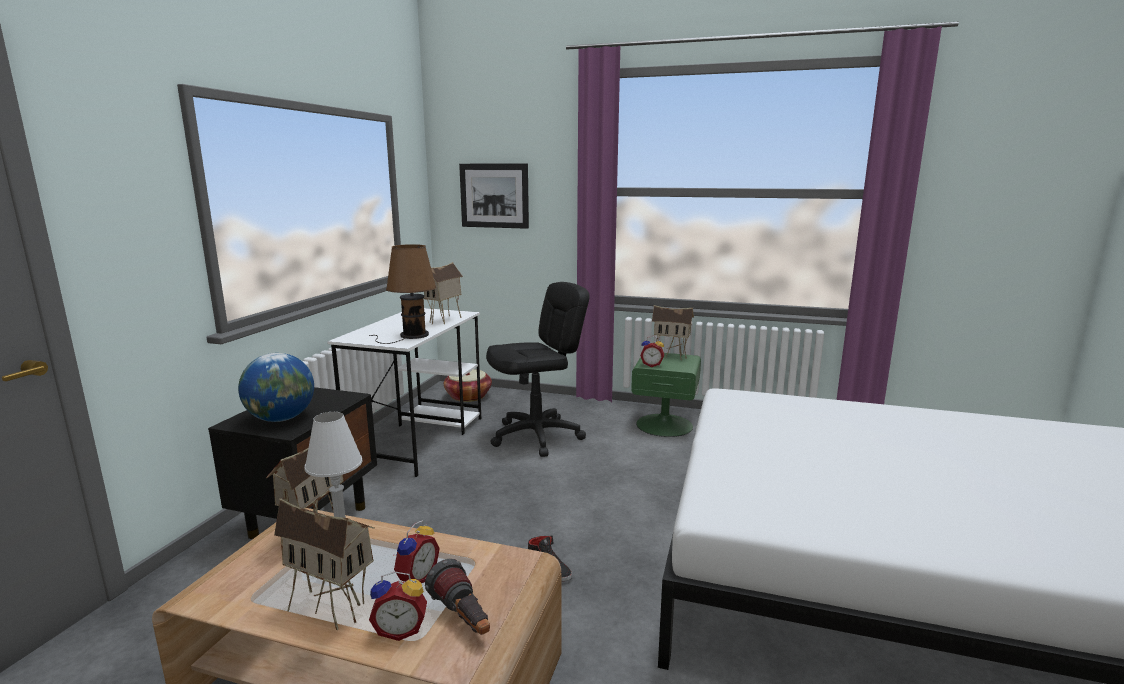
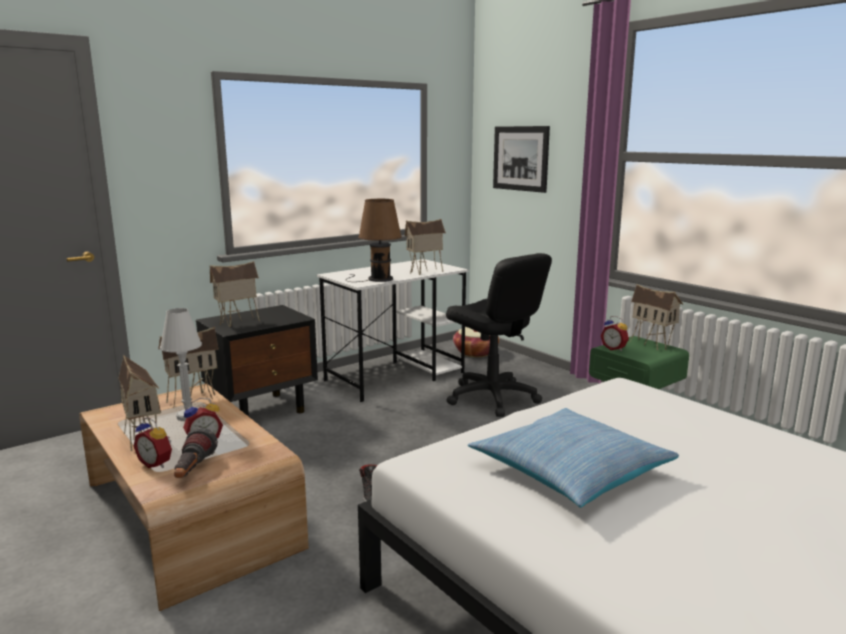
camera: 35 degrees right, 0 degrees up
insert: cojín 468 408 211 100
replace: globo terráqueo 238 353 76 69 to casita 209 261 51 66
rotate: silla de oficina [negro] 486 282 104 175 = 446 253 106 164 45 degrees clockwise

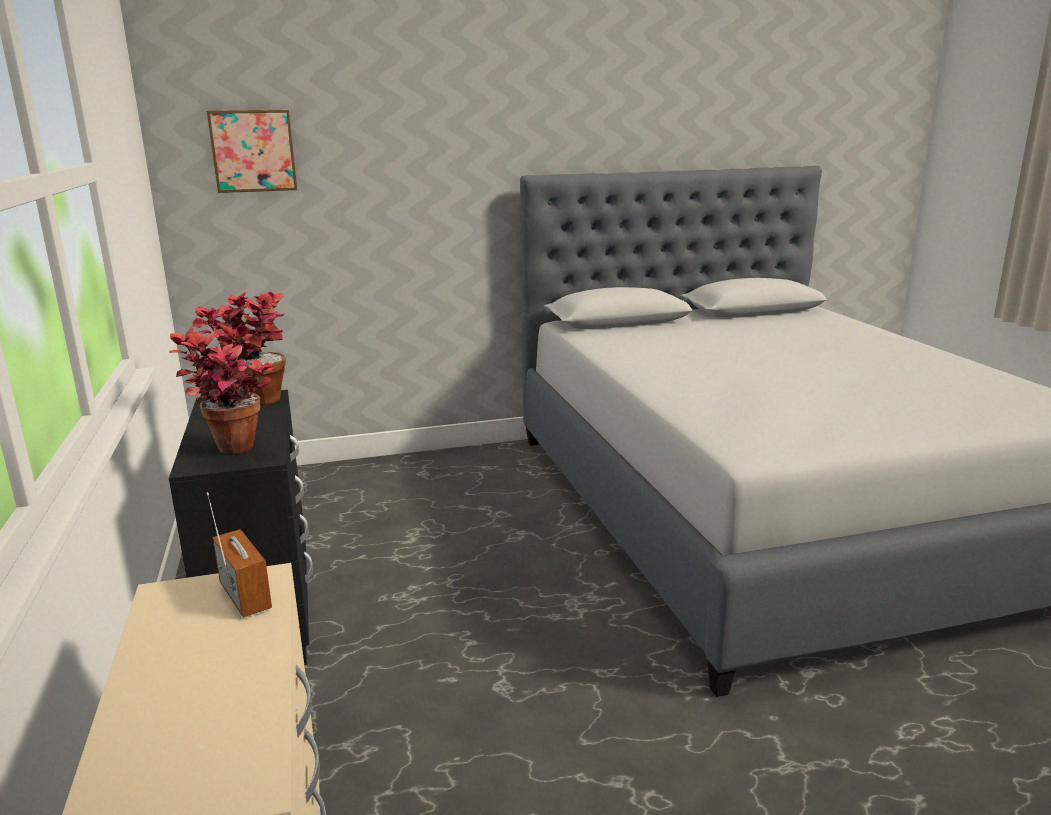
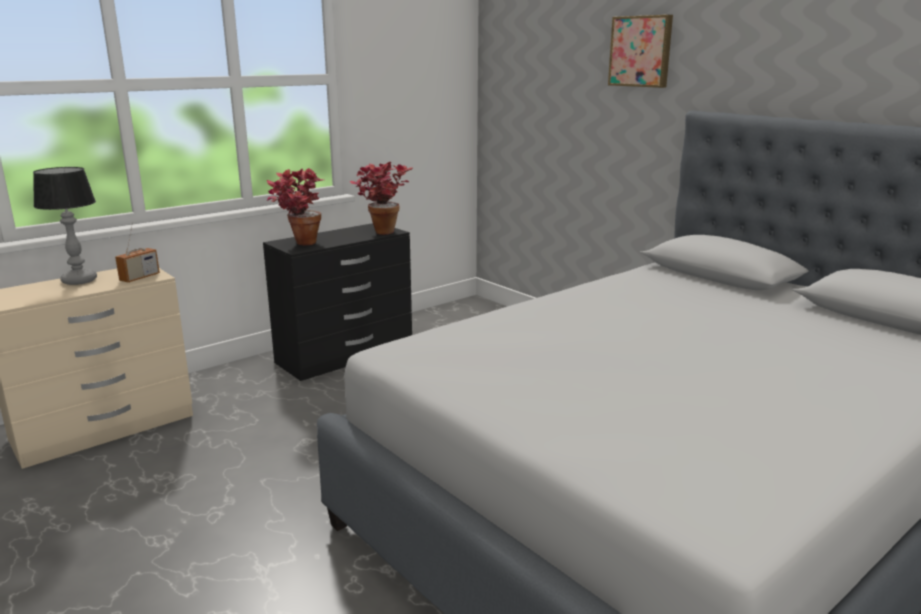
camera: 65 degrees right, 0 degrees up
insert: lámpara de mesa 33 167 64 118
move: cuadro 207 110 90 83 to 608 15 65 73

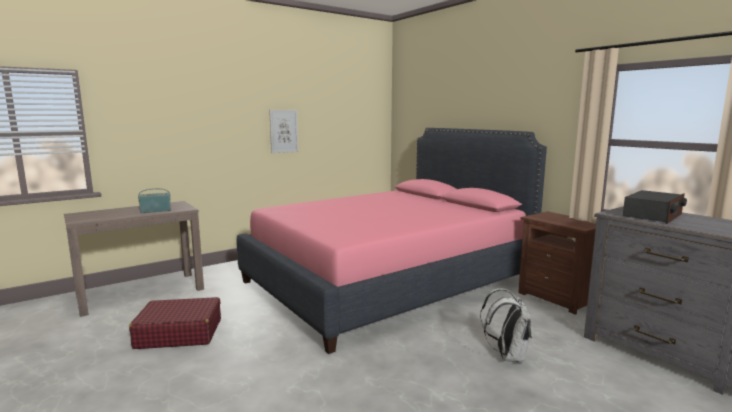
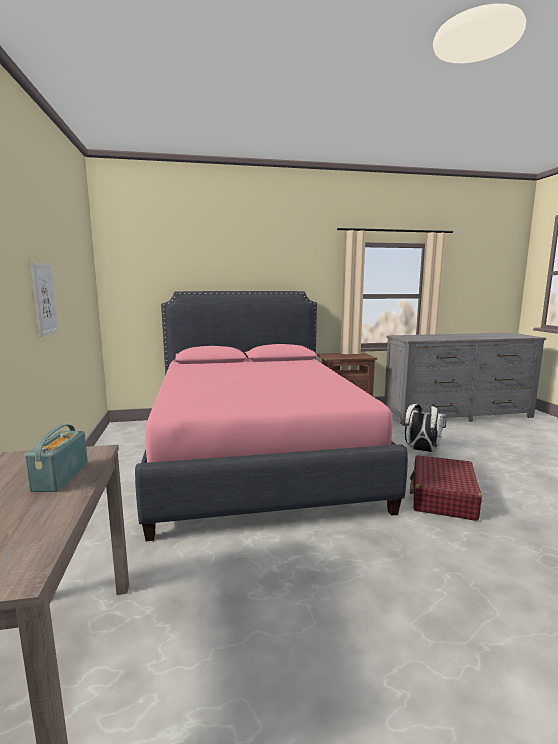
camera: 65 degrees left, 0 degrees up
delete: radio 623 190 64 34
move: maleta [rojo] 129 297 92 52 to 410 455 72 66

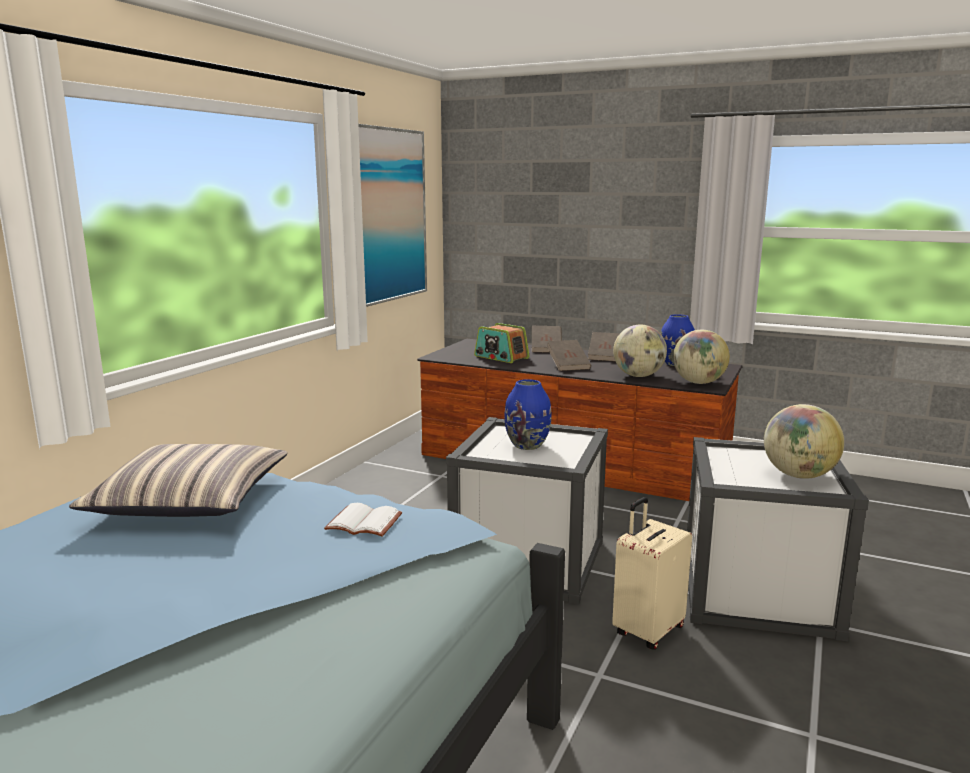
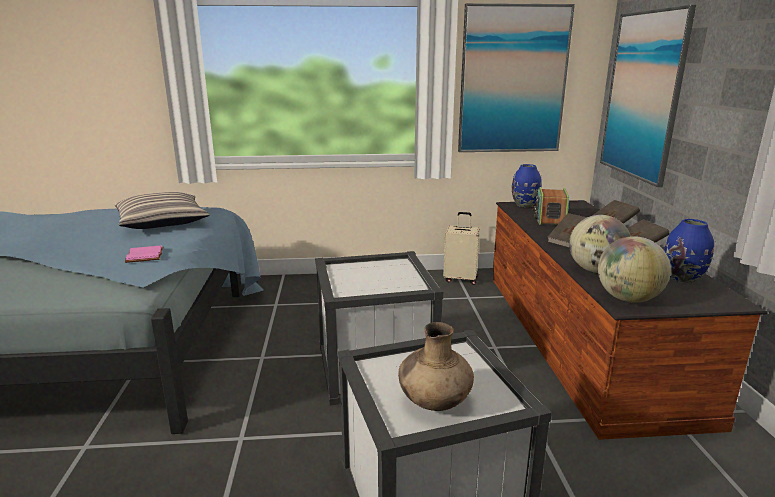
camera: 60 degrees right, 5 degrees up
insert: cuadro 600 5 96 182
move: maleta [beis] 612 497 80 153 to 443 212 37 73; florero [azul] 504 379 48 71 to 512 164 30 43
replace: globo terráqueo 764 404 80 75 to florero [marrón] 398 322 76 89
recolor: libro [blanco] 324 503 78 33 to libro [rosa] 125 245 39 18

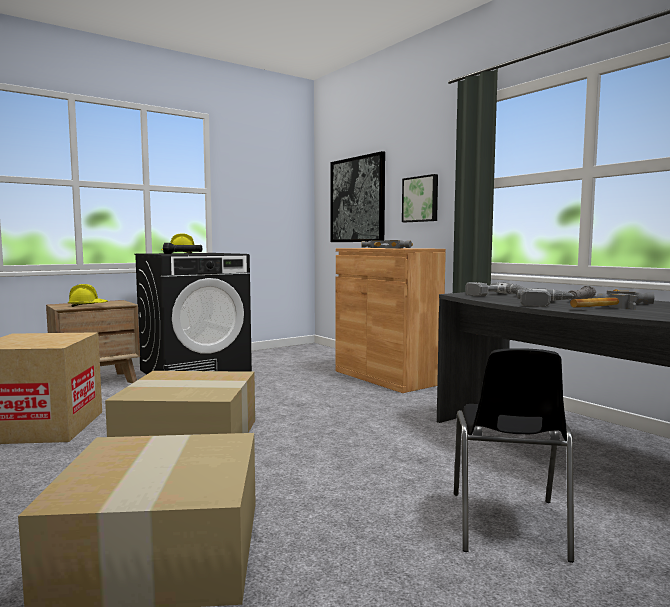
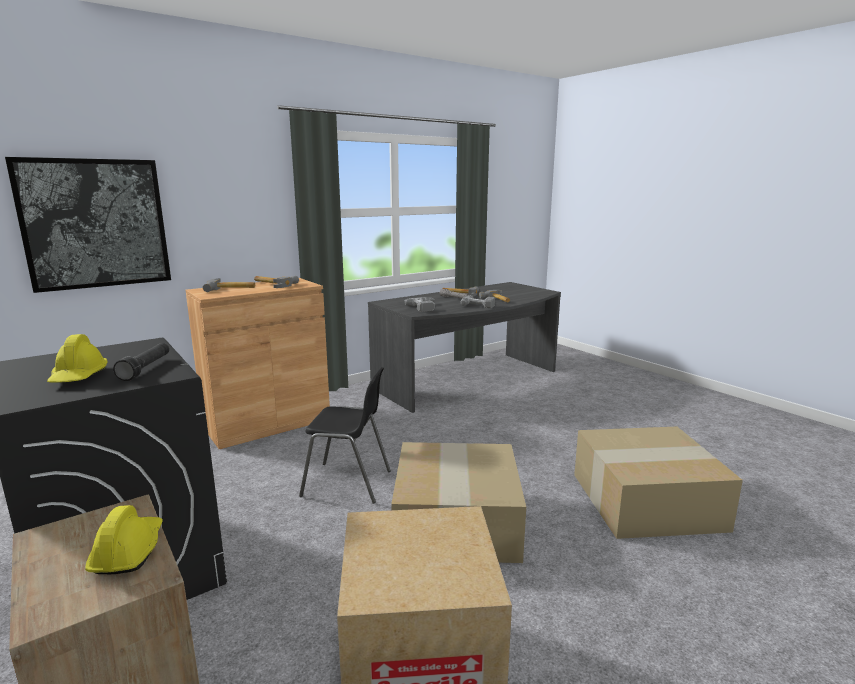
camera: 90 degrees left, 10 degrees up
delete: cuadro 402 174 36 48
move: silla [negro] 454 348 120 215 to 299 367 92 137

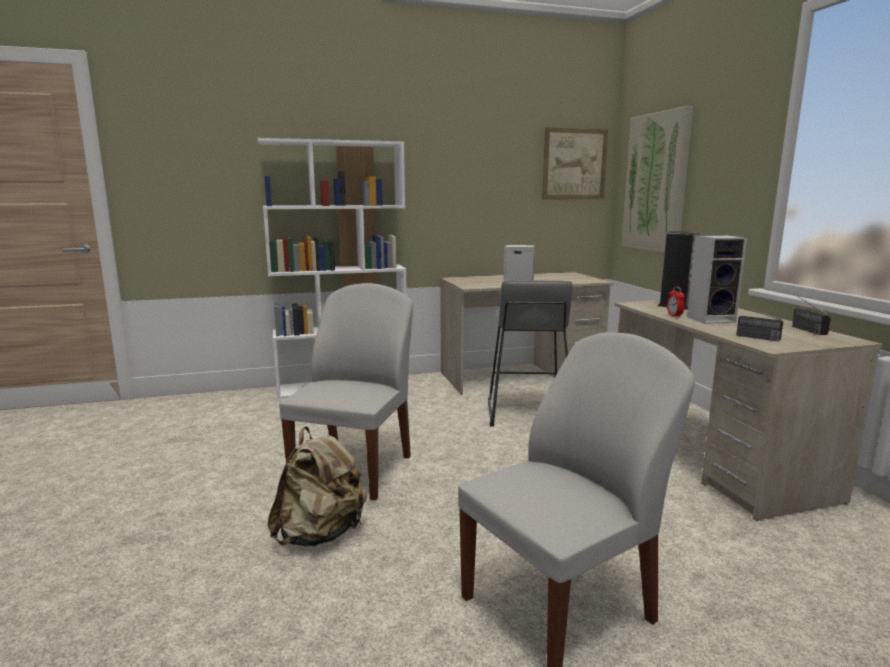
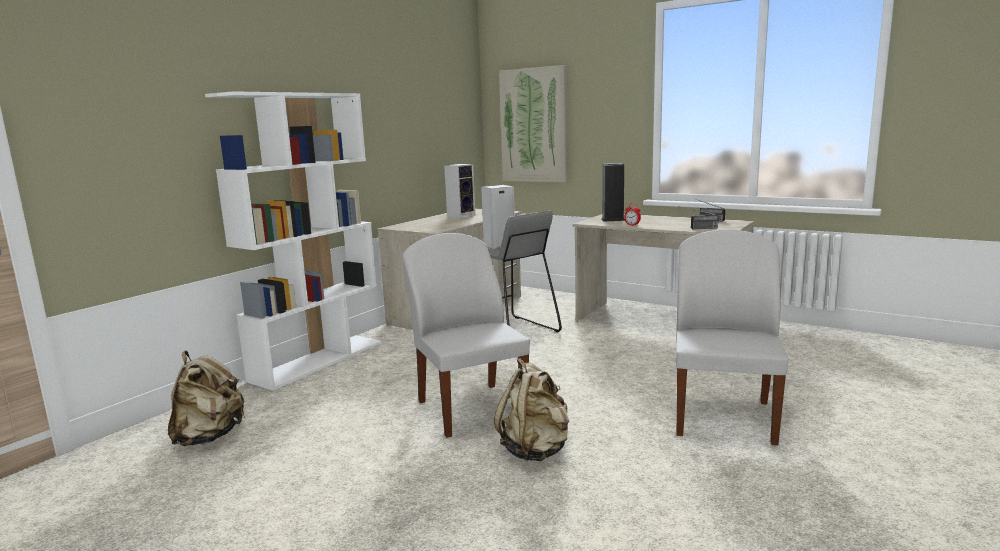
camera: 40 degrees left, 0 degrees up
delete: cuadro 542 127 66 72
insert: mochila [beis] 168 350 78 96
move: altavoz 687 235 60 89 to 444 164 32 54

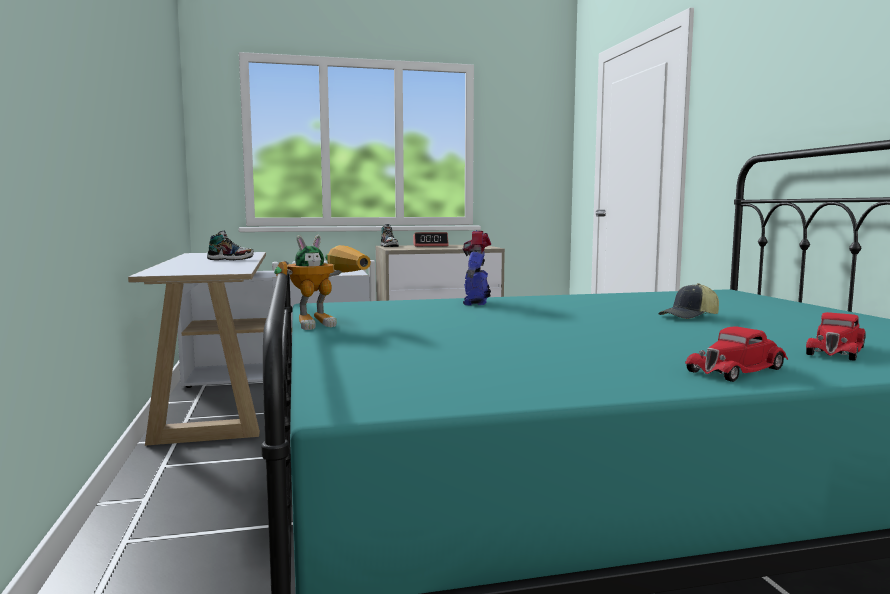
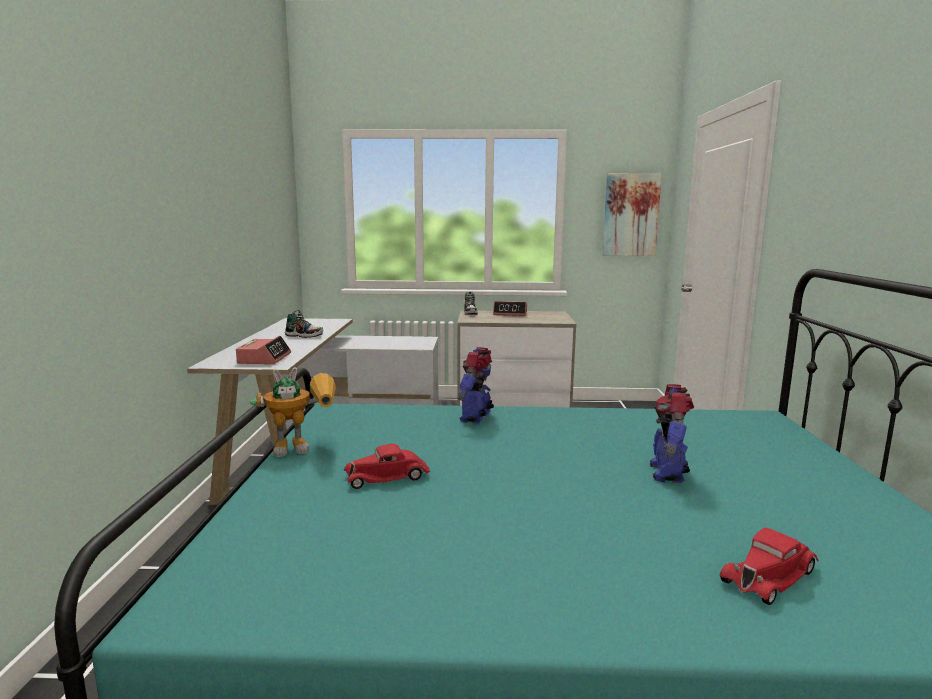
camera: 15 degrees right, 5 degrees up
insert: despertador 236 336 55 28; cuadro 602 174 60 82
move: coche de juguete [rojo] 685 326 103 56 to 344 444 86 45
replace: gorra 658 283 61 36 to robot de juguete 650 384 44 99

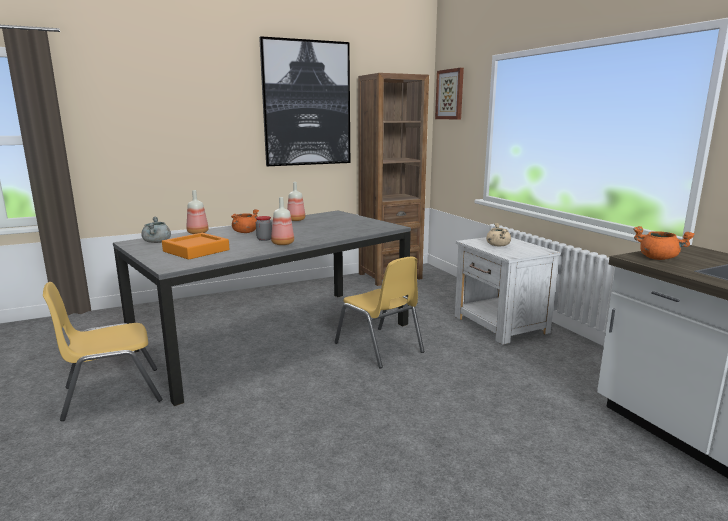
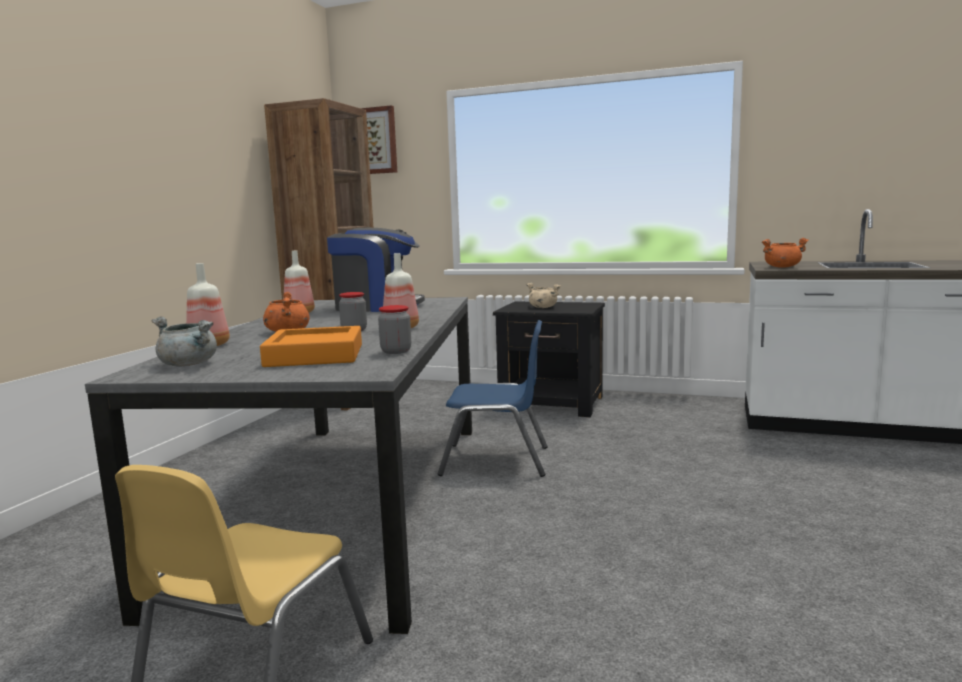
camera: 45 degrees left, 5 degrees down
delete: cuadro 259 36 91 130
insert: cafetera 327 228 98 84; tarro 378 305 33 49
recolor: silla [amarillo] 335 257 89 112 to silla [azul] 438 320 110 157; mesita de noche [blanco] 455 237 106 108 to mesita de noche [negro] 493 302 112 115

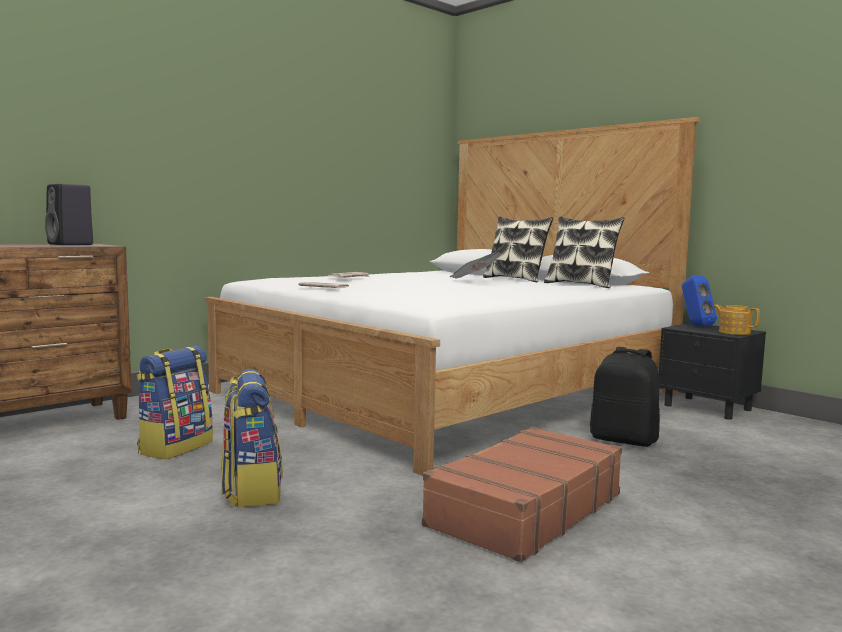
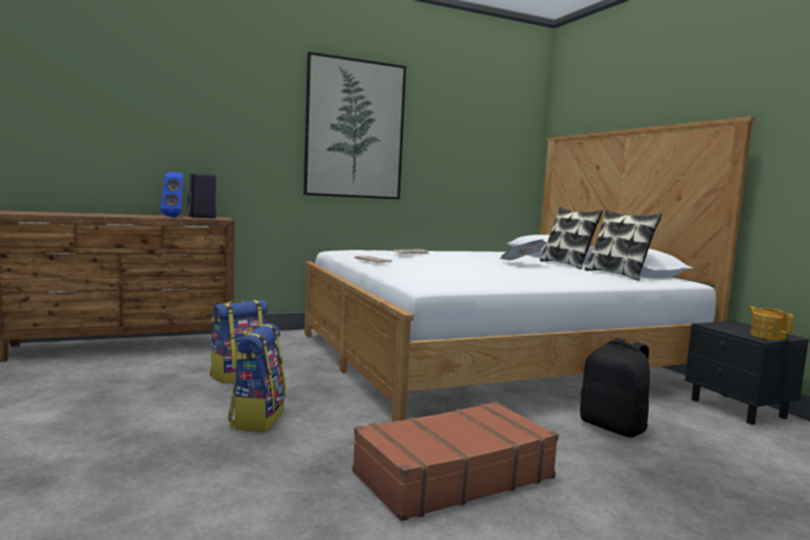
camera: 20 degrees right, 0 degrees up
insert: cuadro 304 52 102 147
move: altavoz [azul] 682 275 35 51 to 161 172 22 45

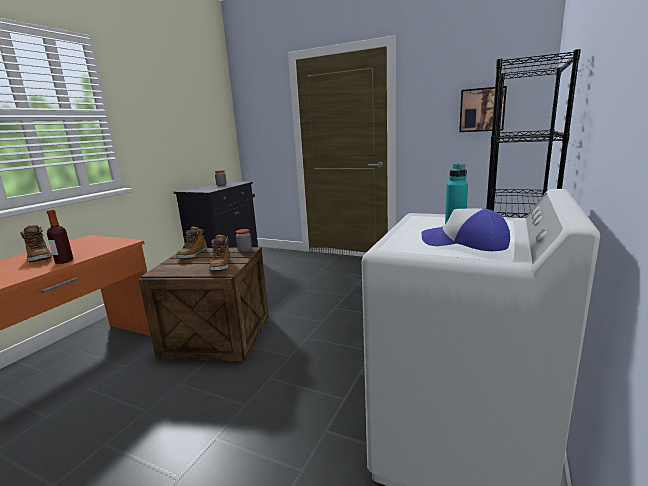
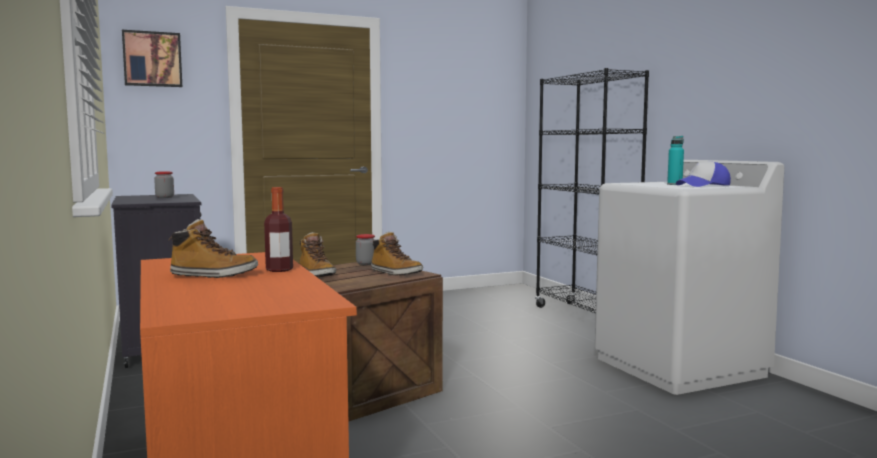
camera: 50 degrees left, 10 degrees down
move: cuadro 459 86 48 46 to 122 30 60 57

